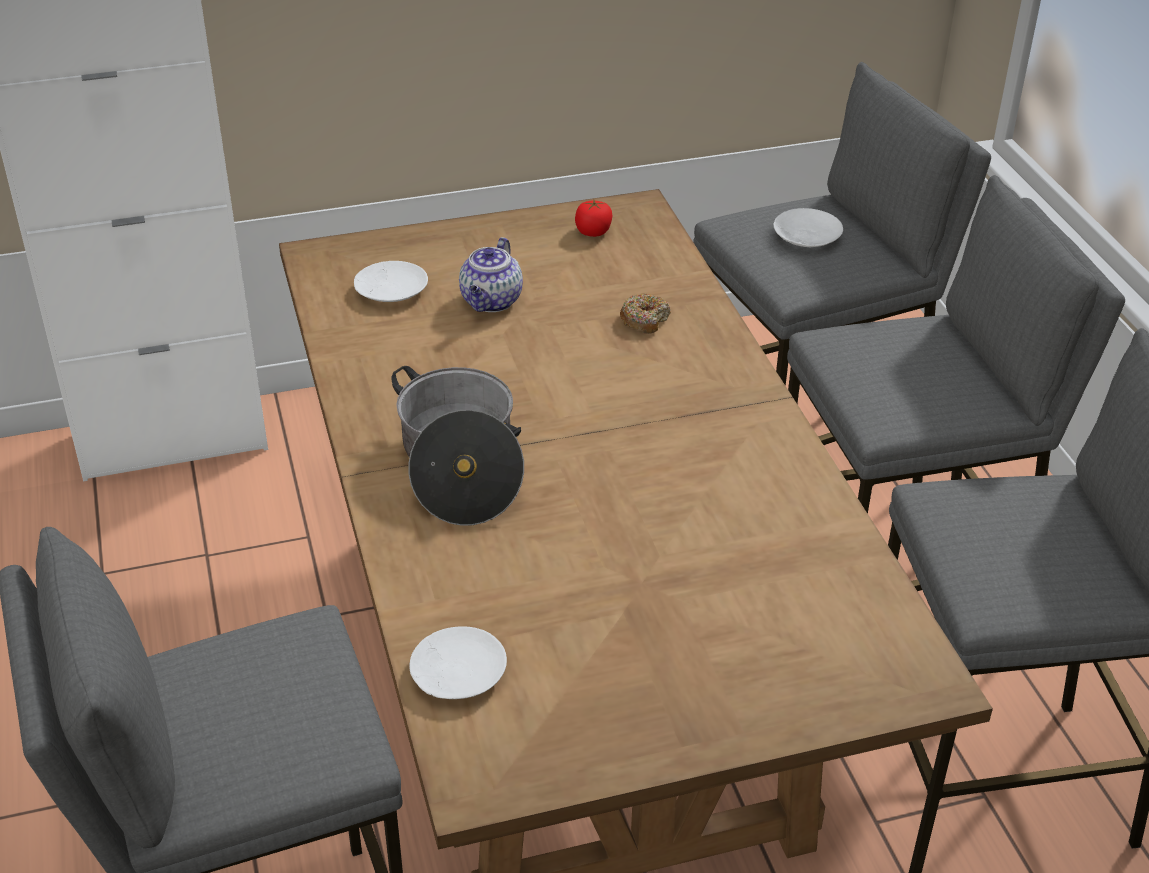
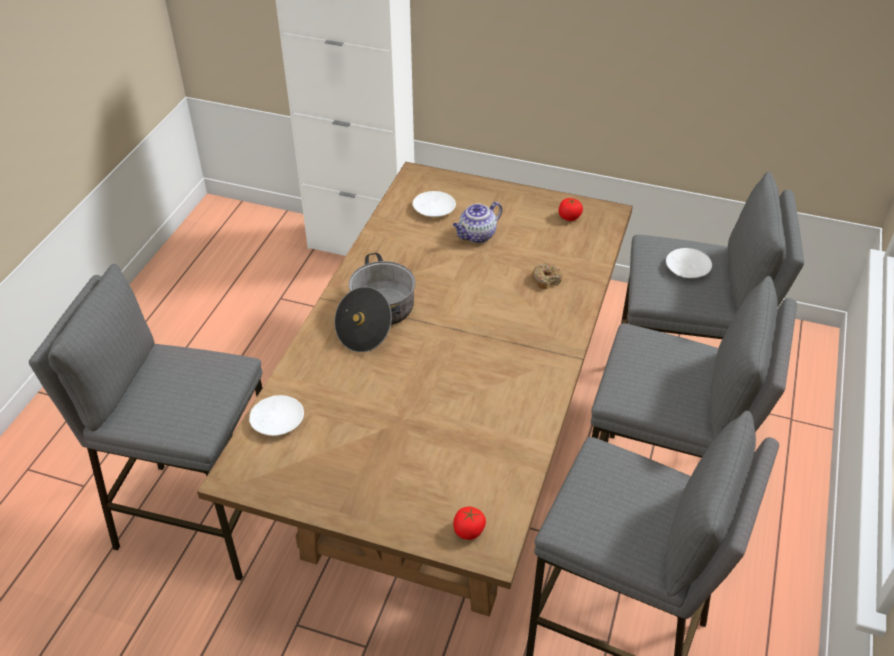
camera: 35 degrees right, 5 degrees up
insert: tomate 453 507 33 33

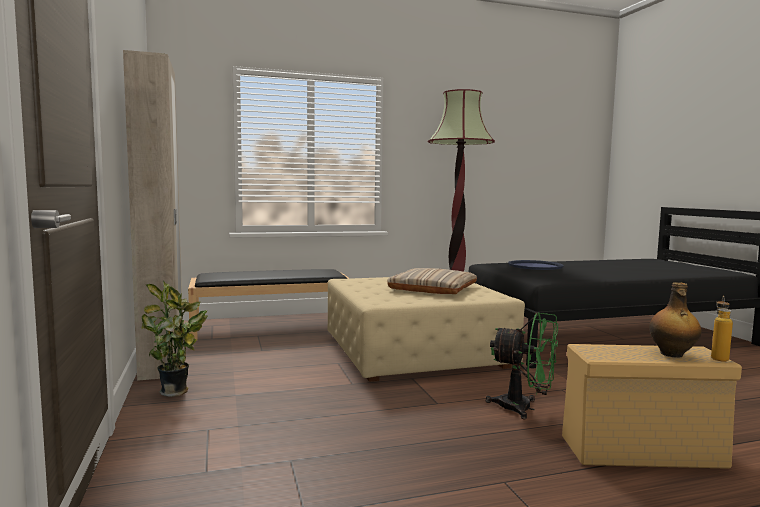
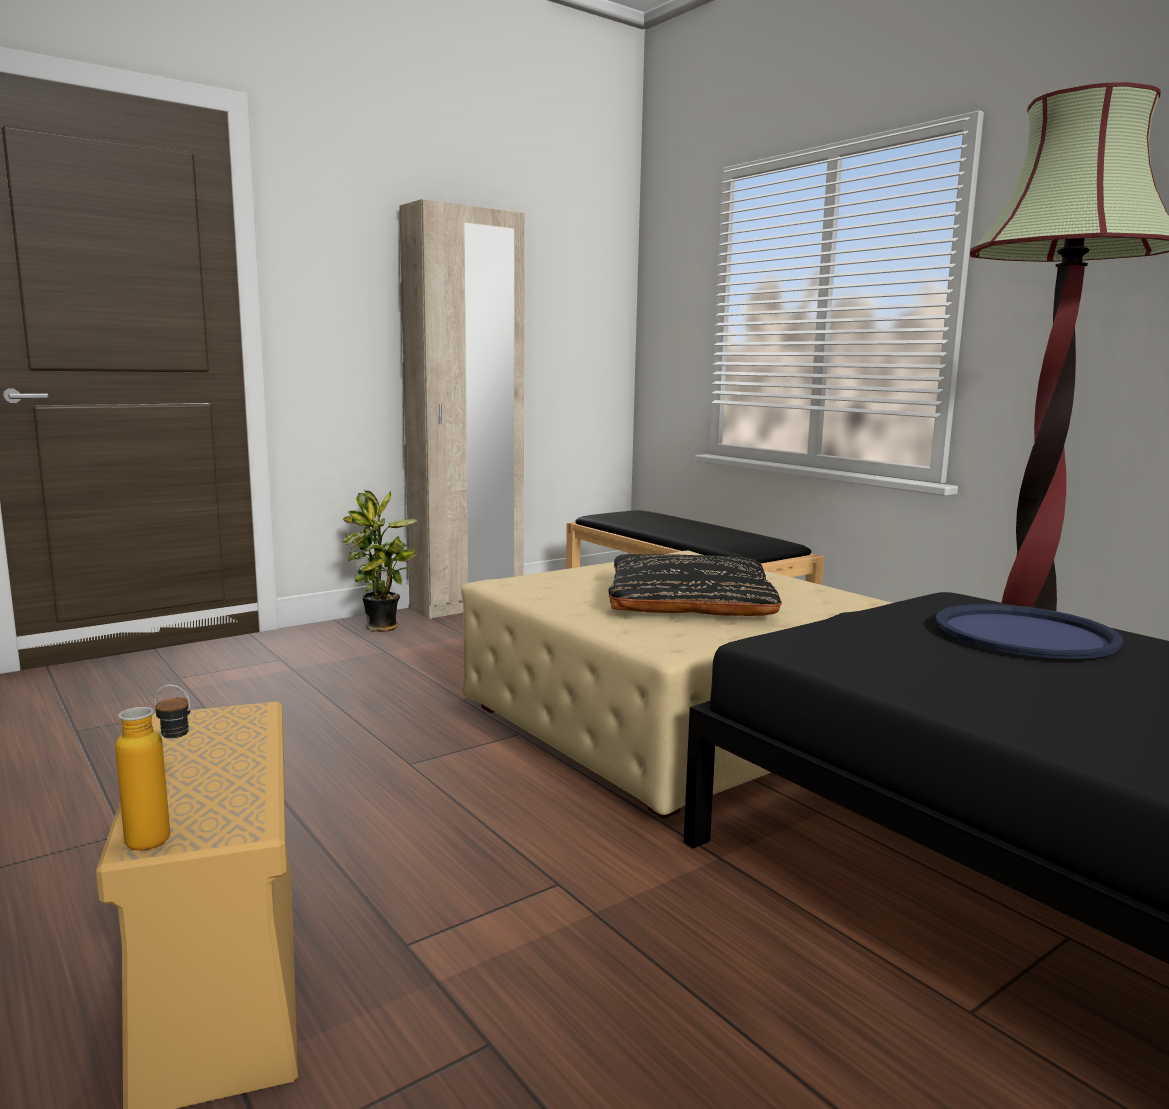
camera: 70 degrees right, 5 degrees up
delete: ventilador [verde] 486 312 72 107; botella 649 283 52 75
recolor: cojín [beis] 387 268 90 26 to cojín [negro] 609 554 173 62

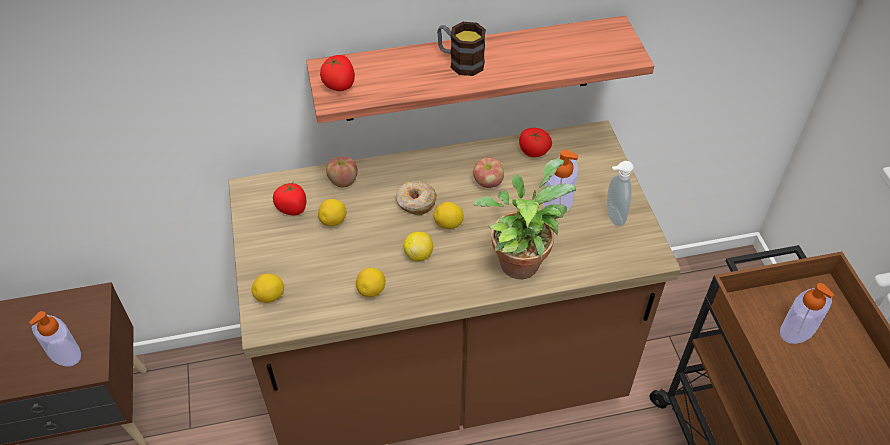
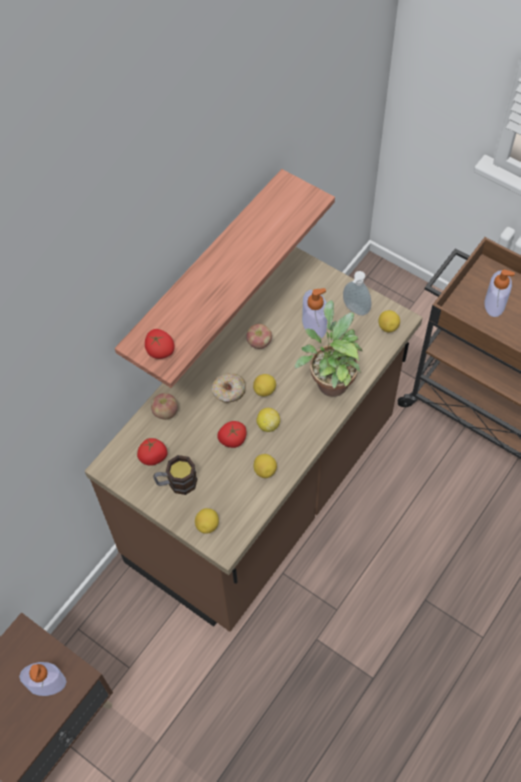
camera: 40 degrees left, 10 degrees up
move: taza grande 437 22 49 54 to 153 455 44 40; tomate 519 128 33 29 to 218 421 29 27; limón 318 199 29 27 to 378 310 22 22

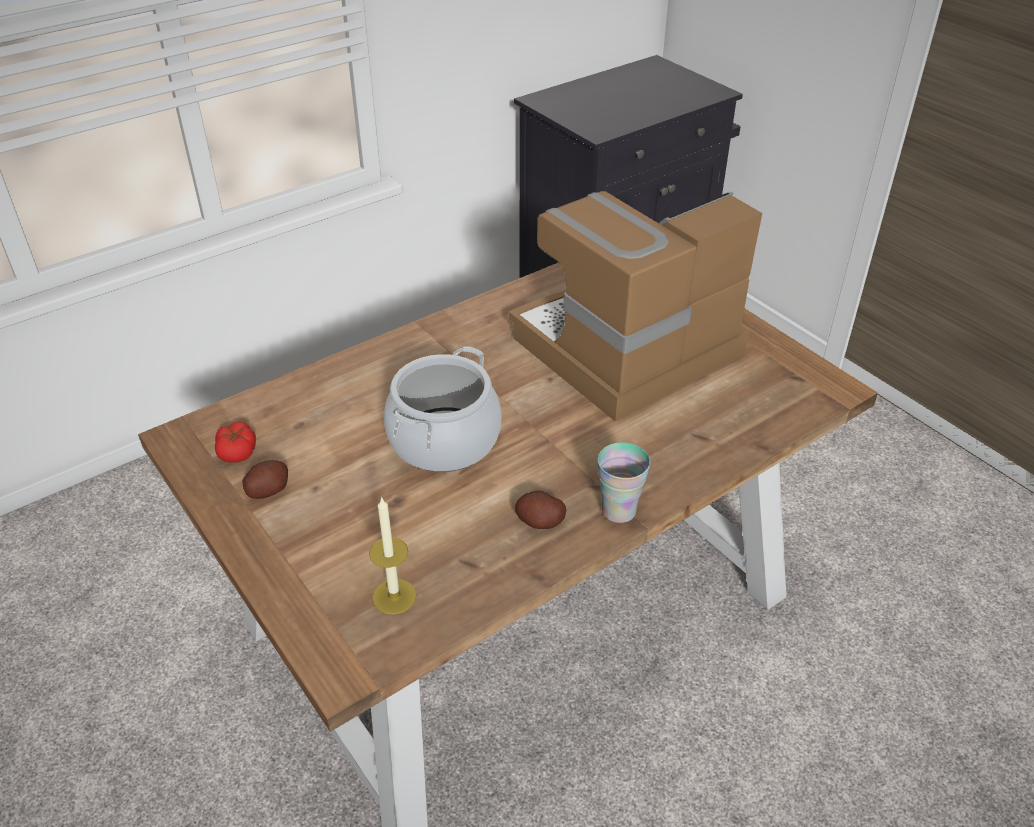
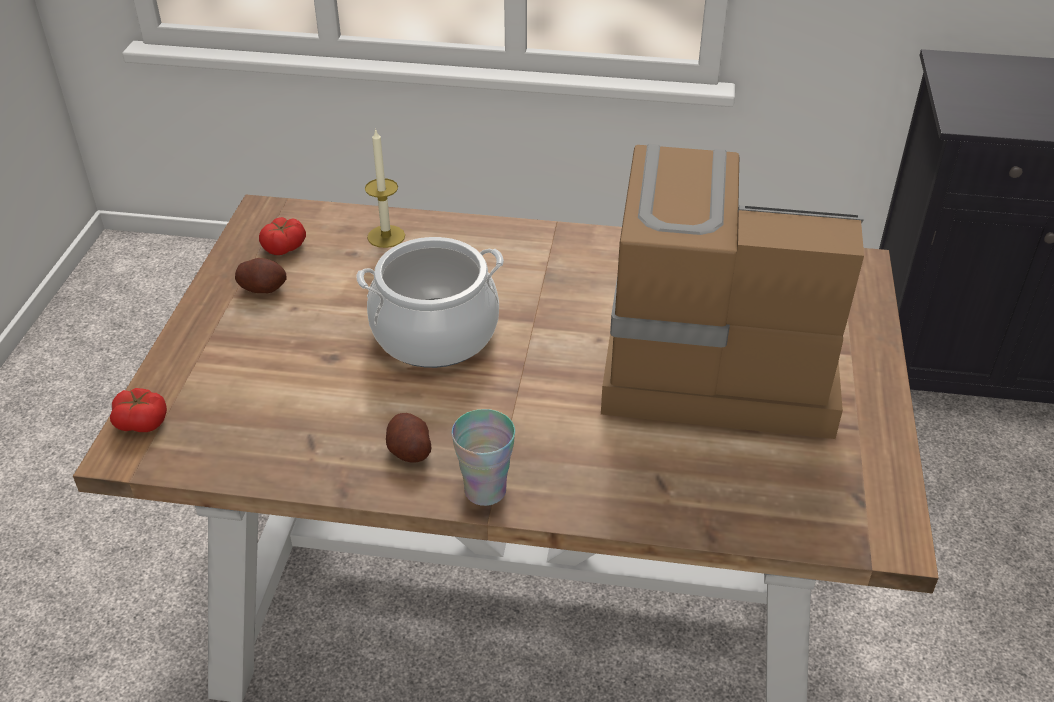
camera: 45 degrees right, 0 degrees up
insert: tomate 110 388 57 44
move: vela 369 497 48 117 to 365 128 40 120

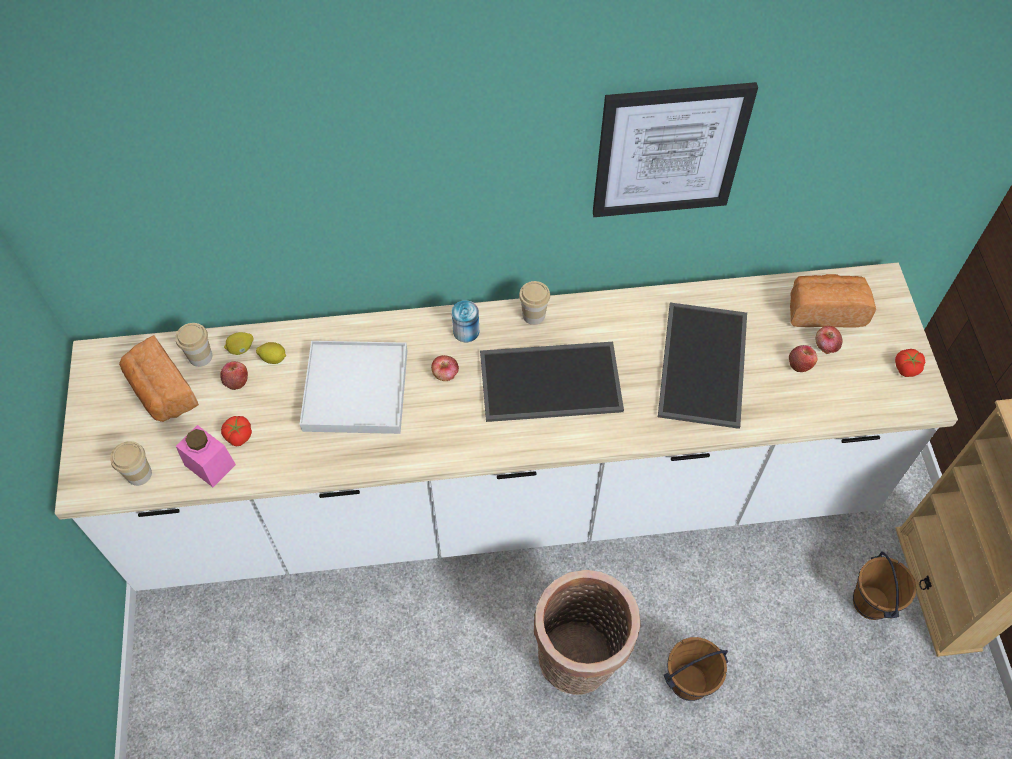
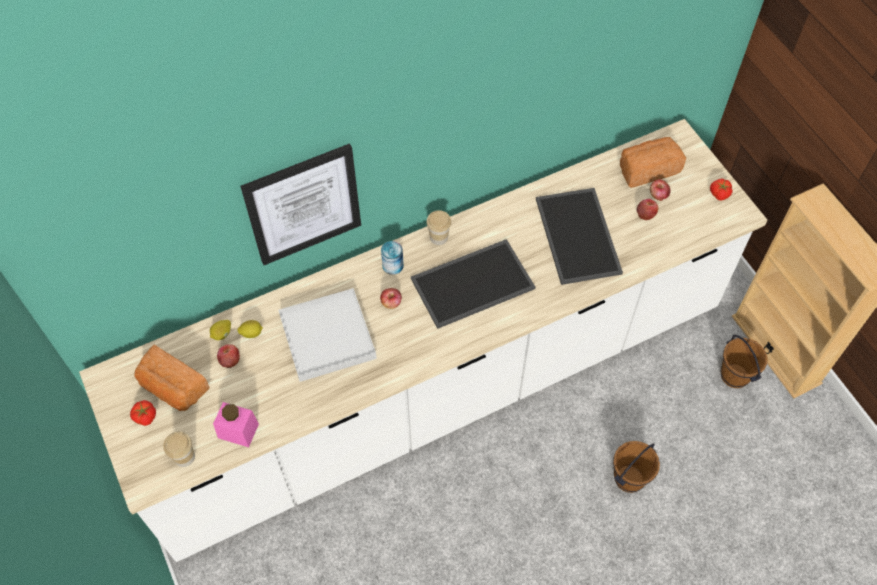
camera: 20 degrees left, 0 degrees up
delete: taza 175 323 37 44; cesta 534 570 107 125
move: tomate 221 416 31 30 to 130 400 26 26; cuadro 593 82 165 135 to 240 143 121 122

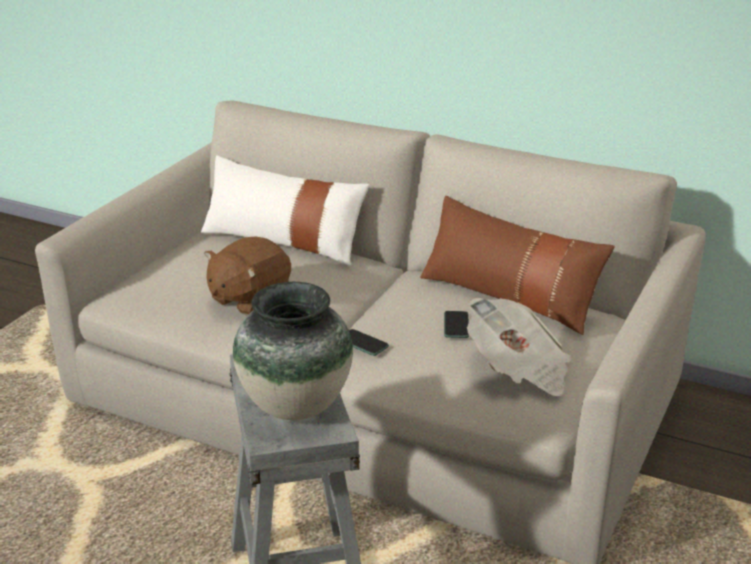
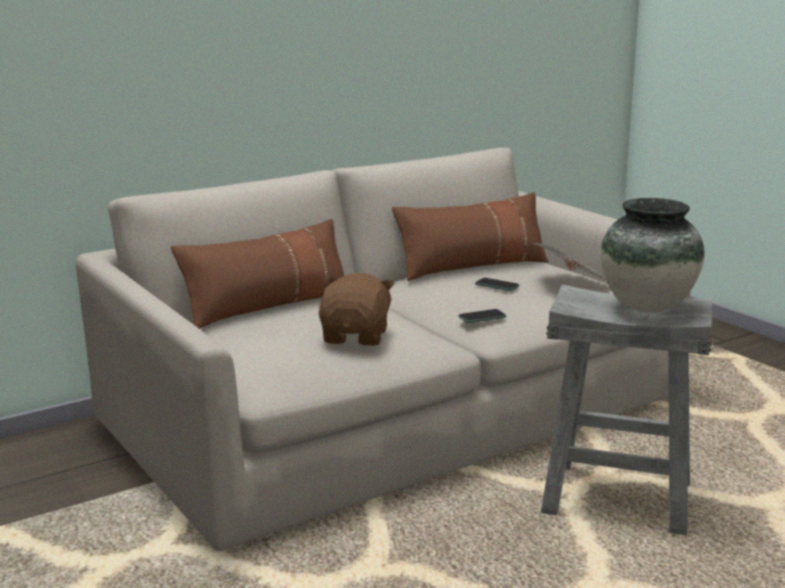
camera: 60 degrees left, 10 degrees down
recolor: cojín [blanco] 201 155 168 111 to cojín [marrón] 171 219 173 110
rotate: peluche [marrón] 204 236 87 80 = 319 273 76 73 150 degrees counterclockwise

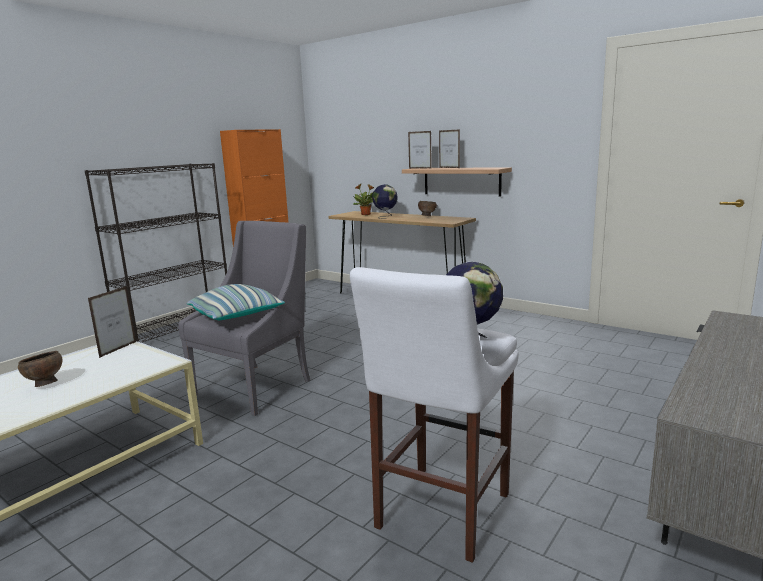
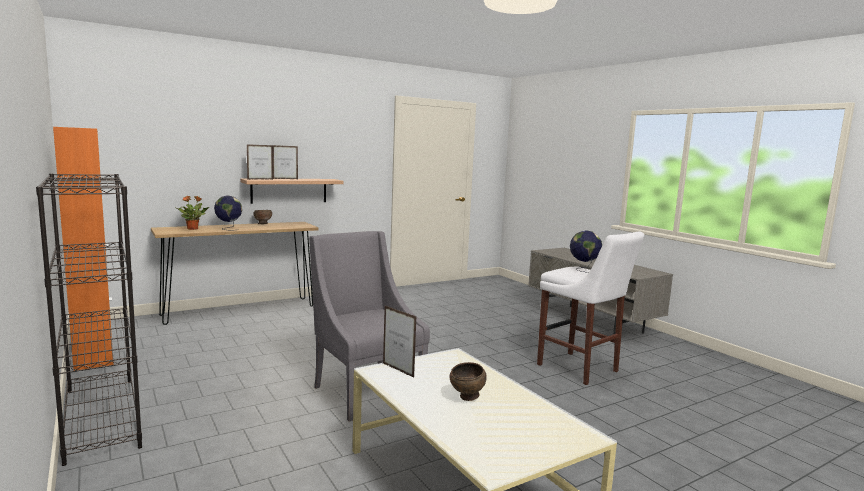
camera: 70 degrees left, 5 degrees down
delete: cojín 187 284 98 36

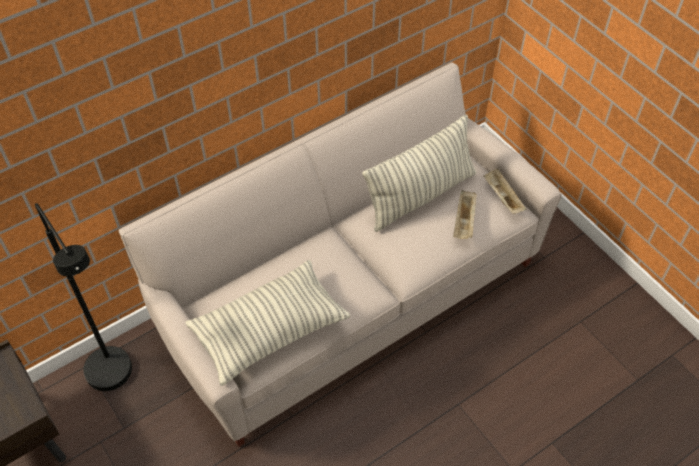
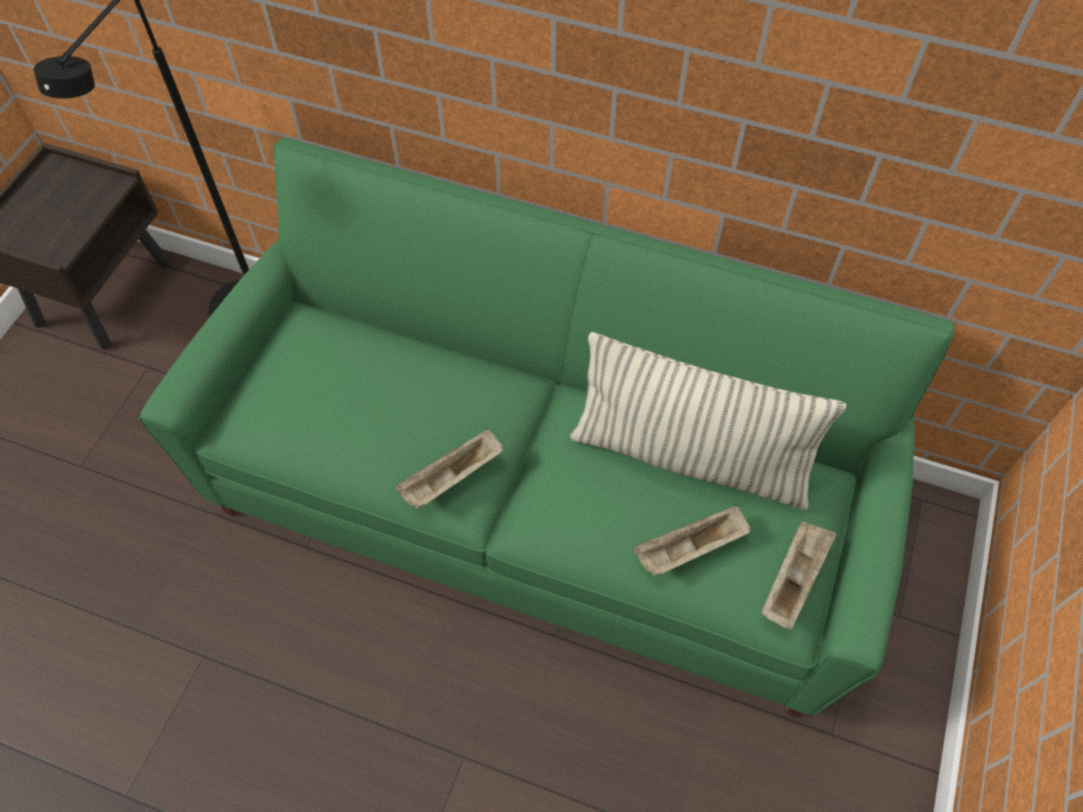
camera: 55 degrees right, 5 degrees up
delete: cojín 186 260 164 126
insert: bandeja [beis] 395 429 108 81
recolor: sofá [beis] 118 62 444 385 to sofá [verde] 139 137 816 581

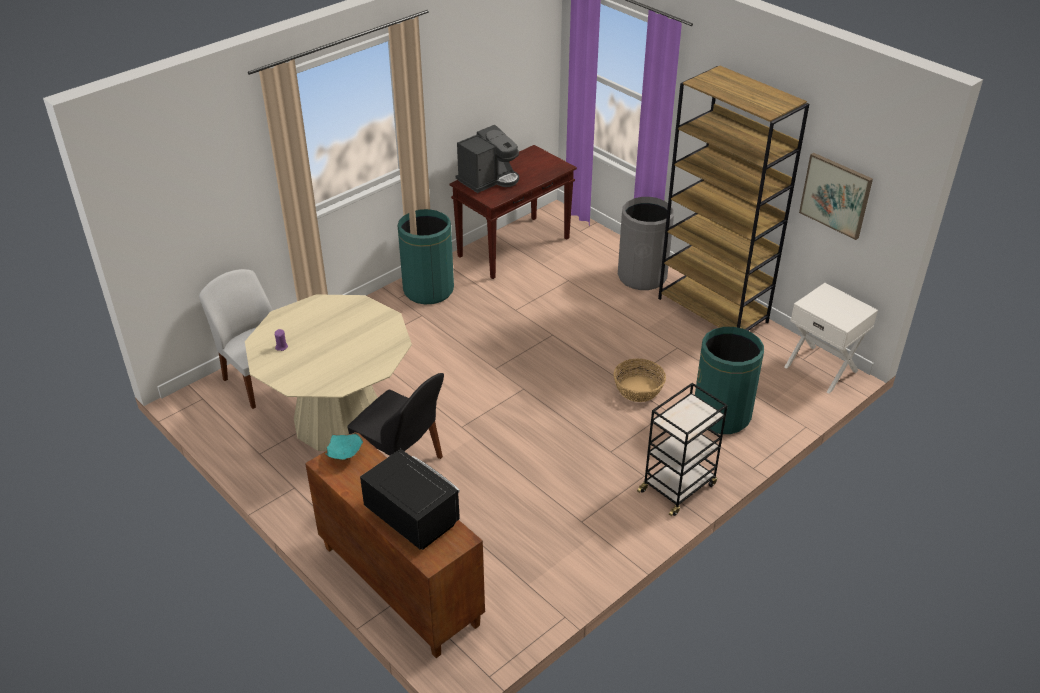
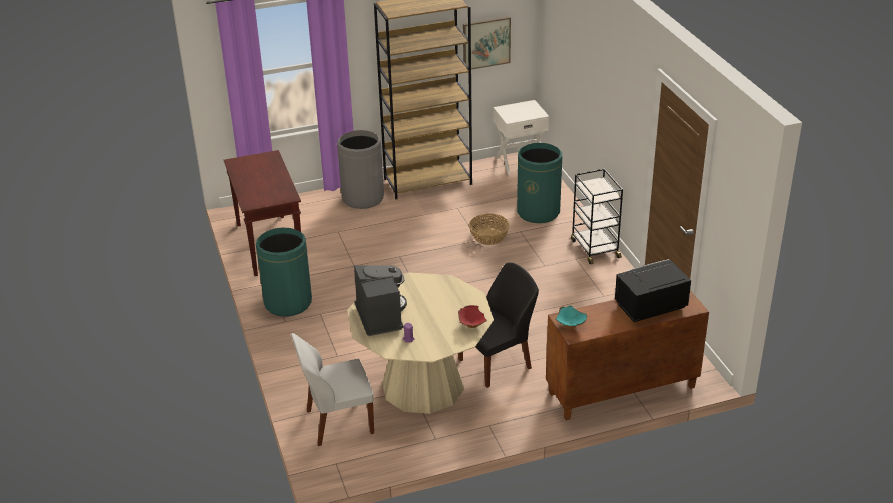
camera: 65 degrees left, 5 degrees down
insert: cuenco [rojo] 458 305 29 23
move: cafetera 456 125 63 68 to 354 265 53 71

